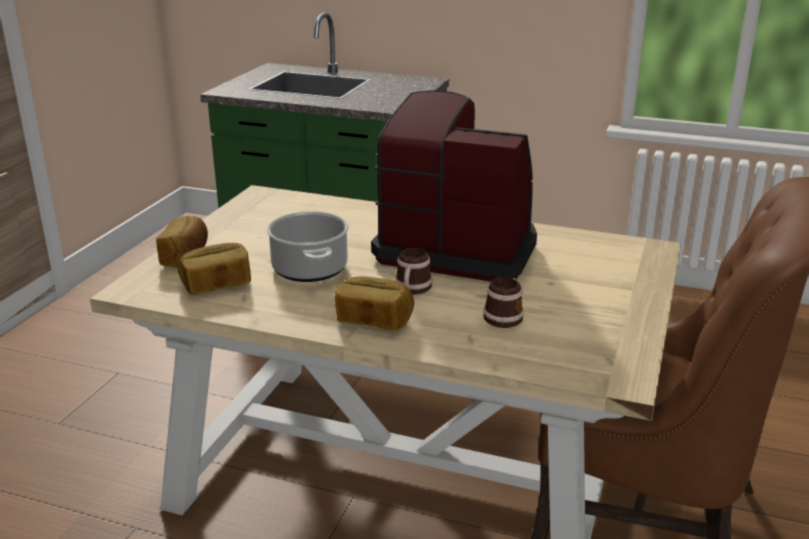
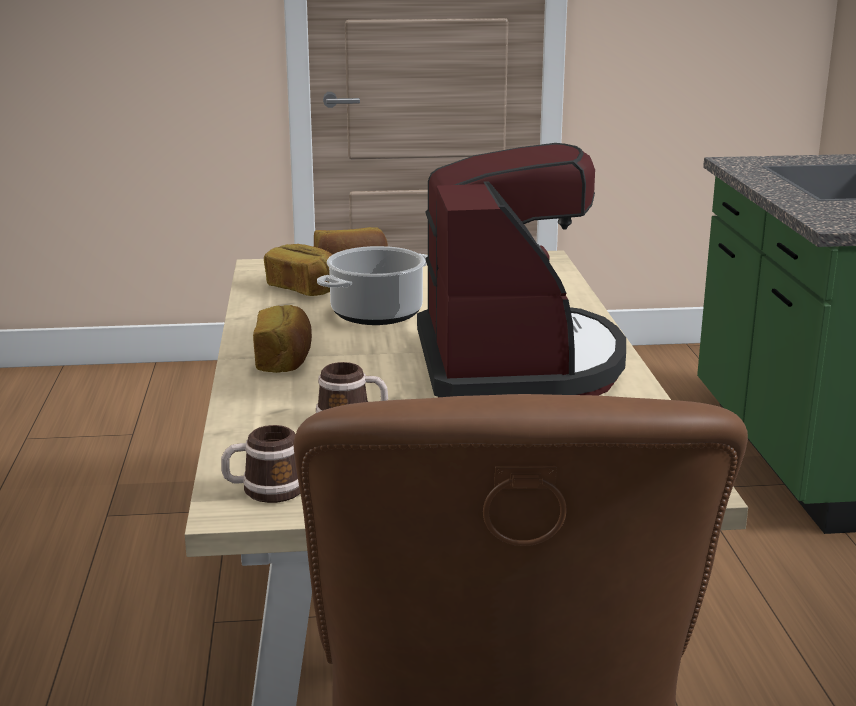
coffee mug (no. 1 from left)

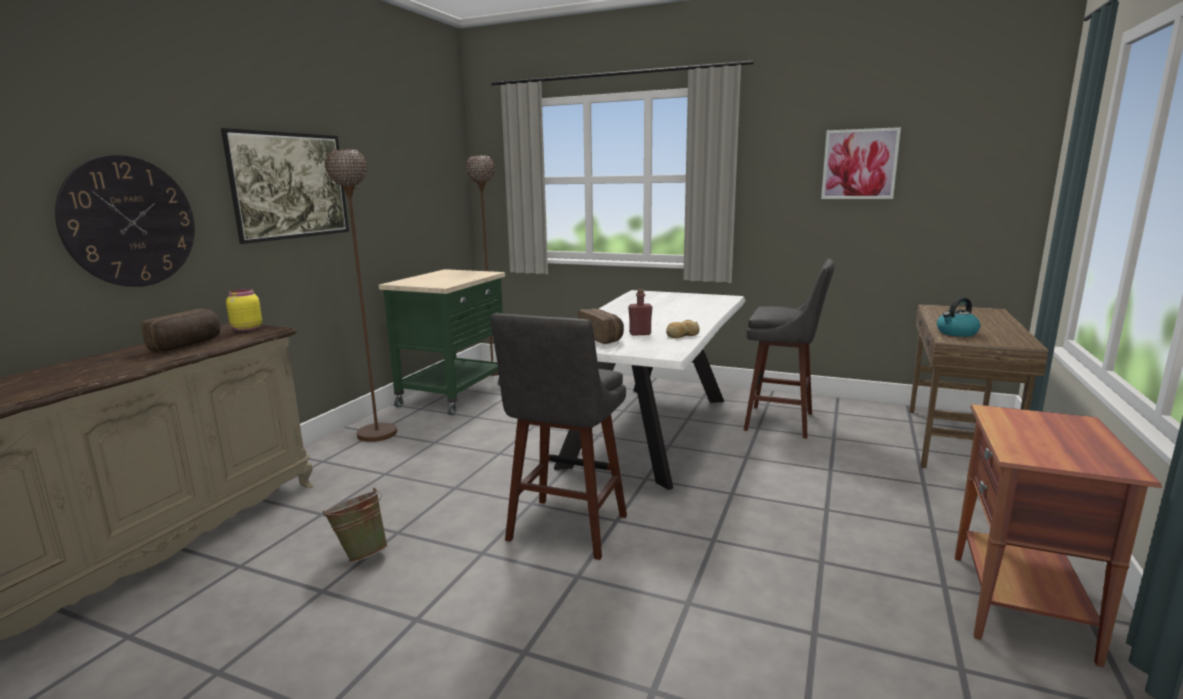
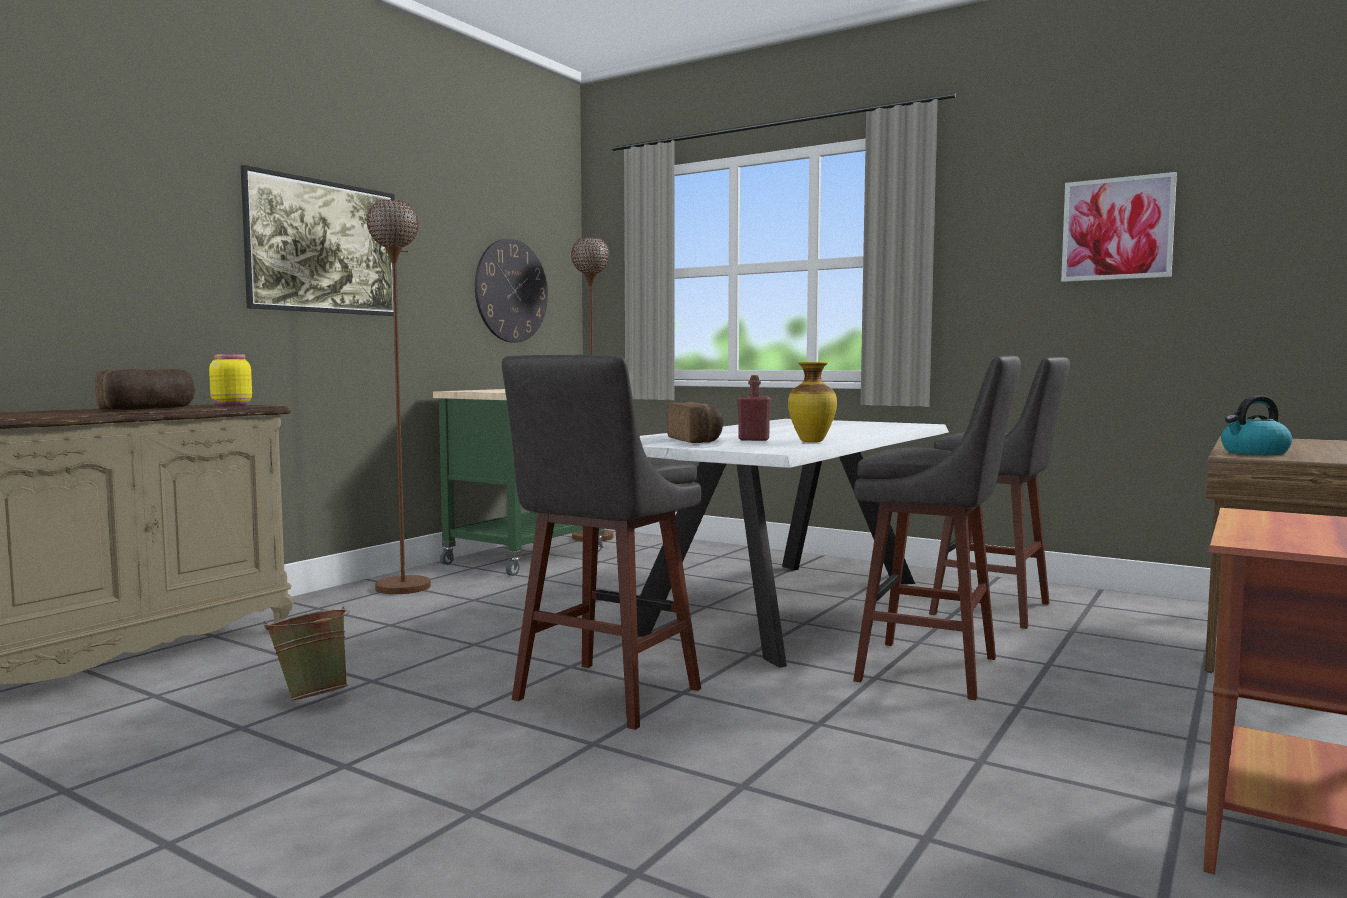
clock on the wall
flower vase
sitting stool/grey (no. 2 from left)

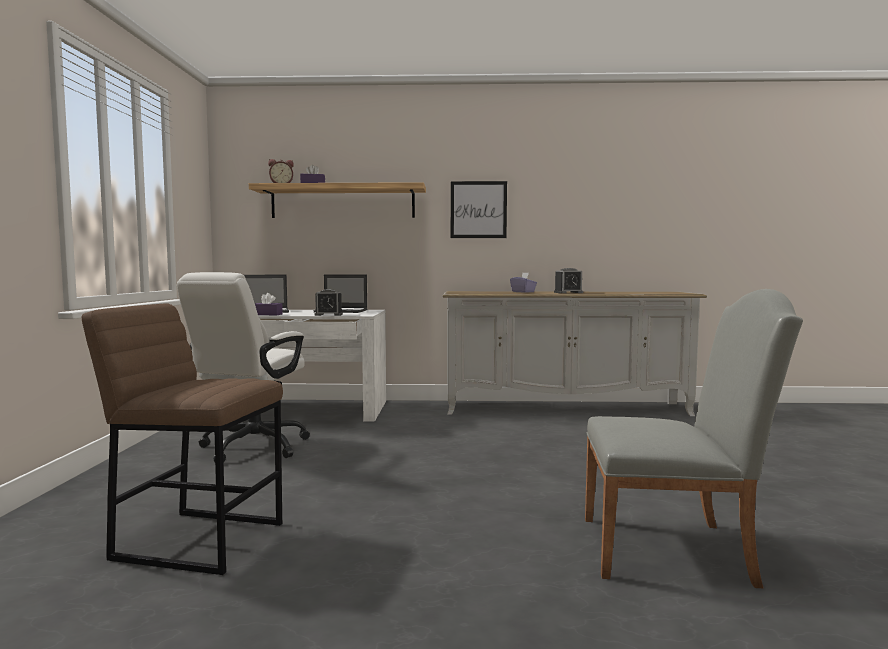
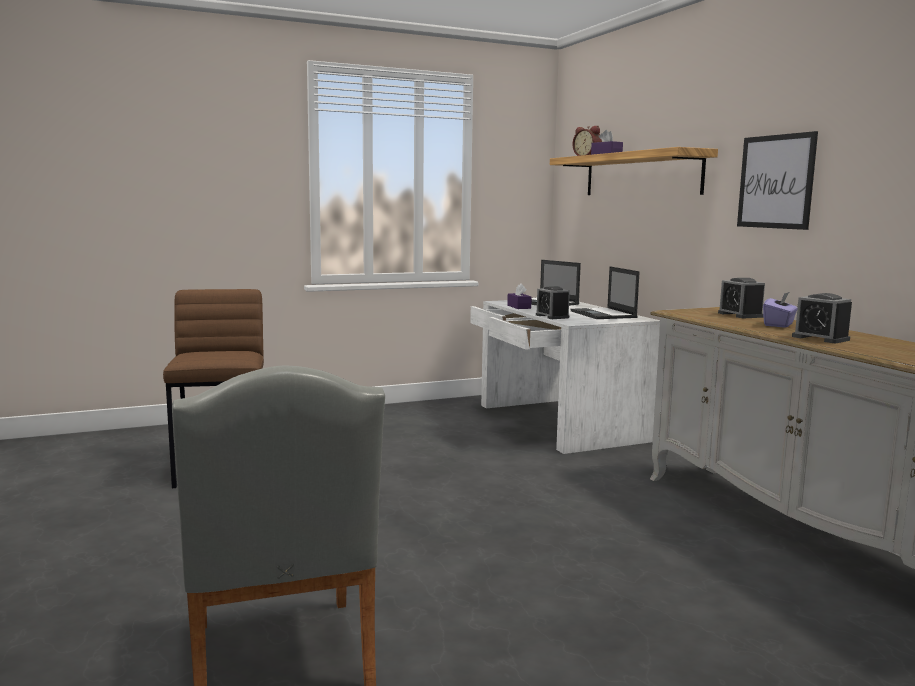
desk chair/white-coloured
bedside clock (no. 3 from left)

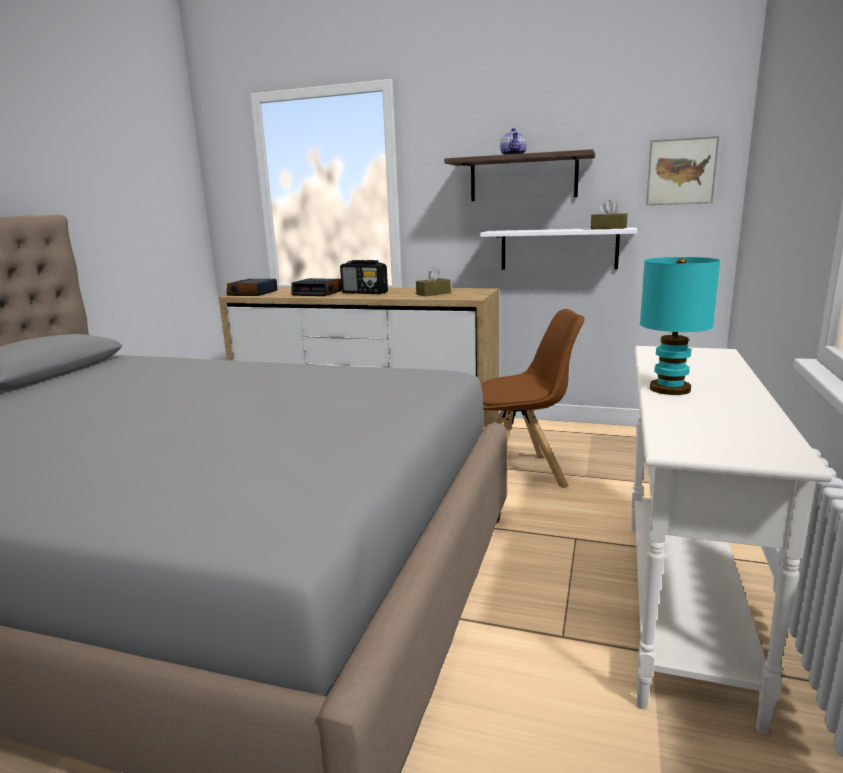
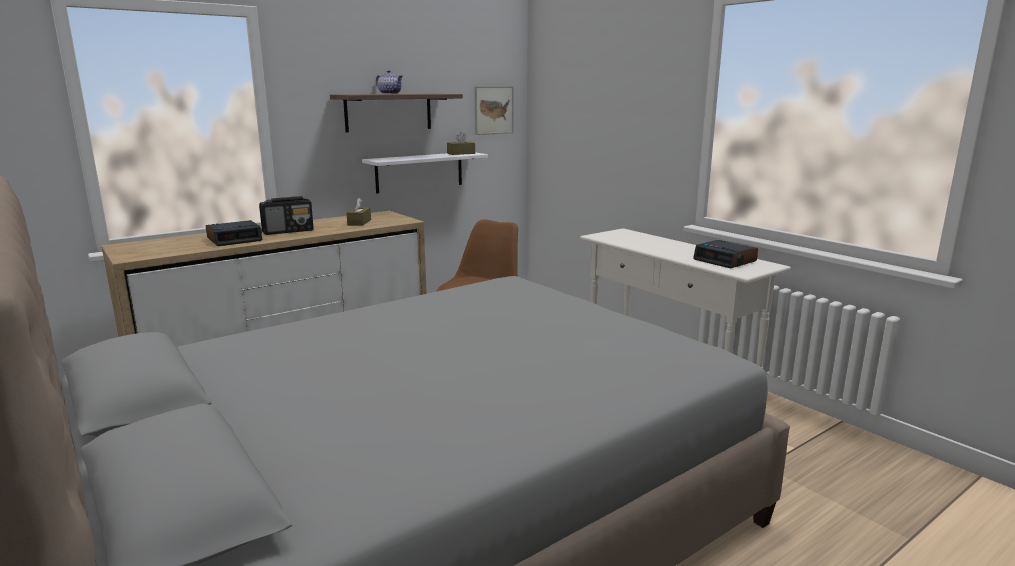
bedside clock (no. 2 from left)
tabletop lamp/turquoise-coloured

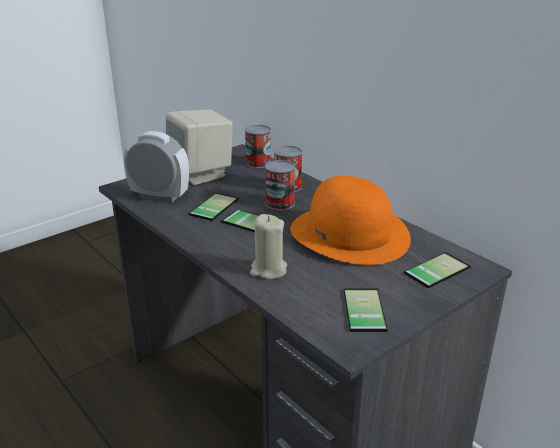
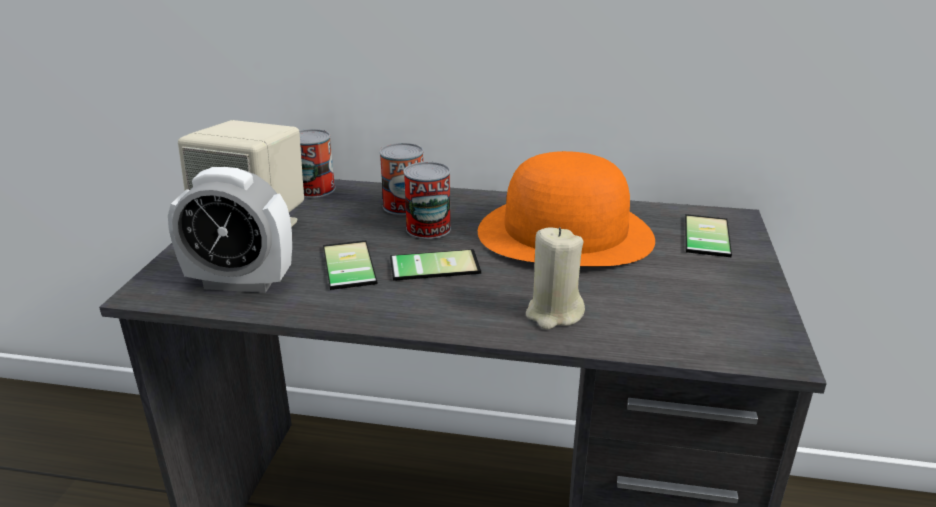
bedside clock
telephone (no. 3 from left in the first image)

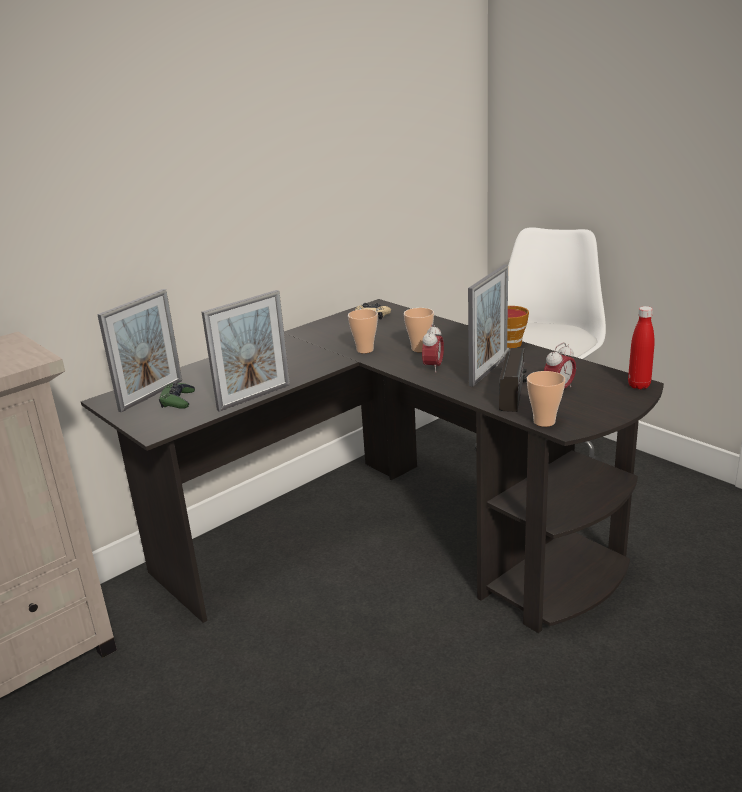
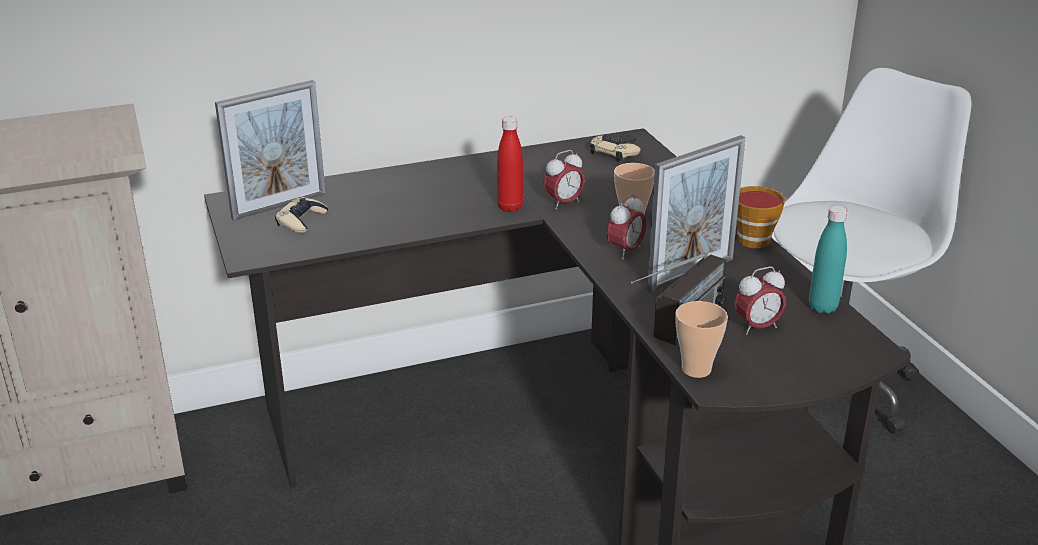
gamepad/beige-coloured (no. 1 from left)
picture frame (no. 2 from left in the first image)
bedside clock (no. 1 from left)
bottle/red-coloured
bottle/turquoise-coloured

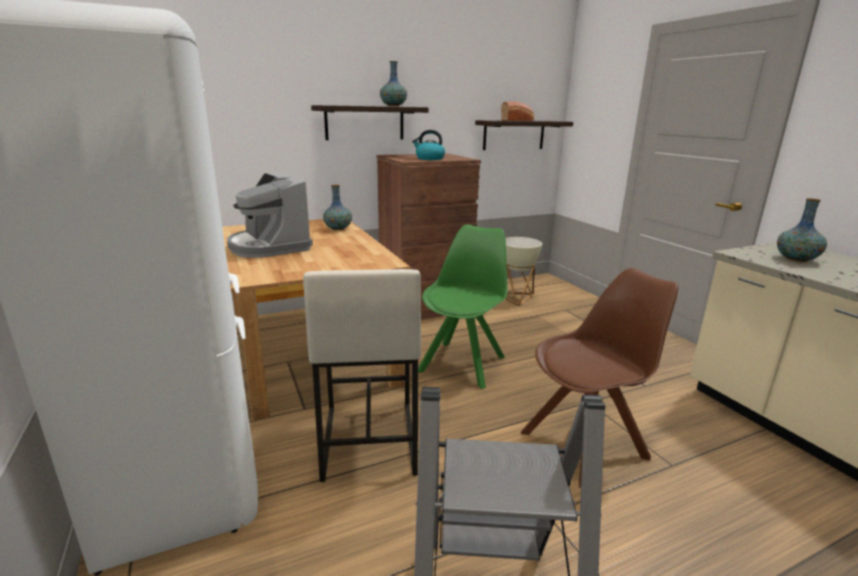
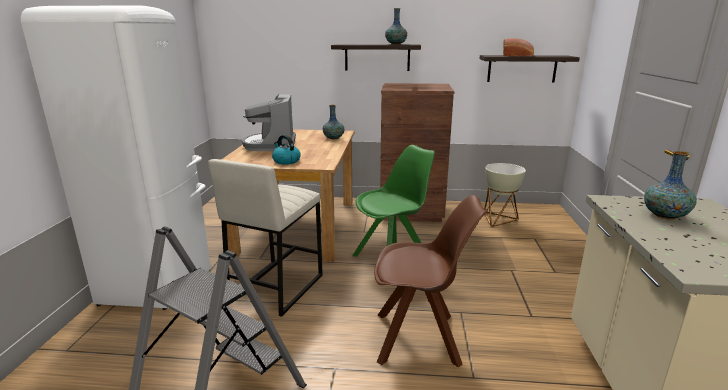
kettle

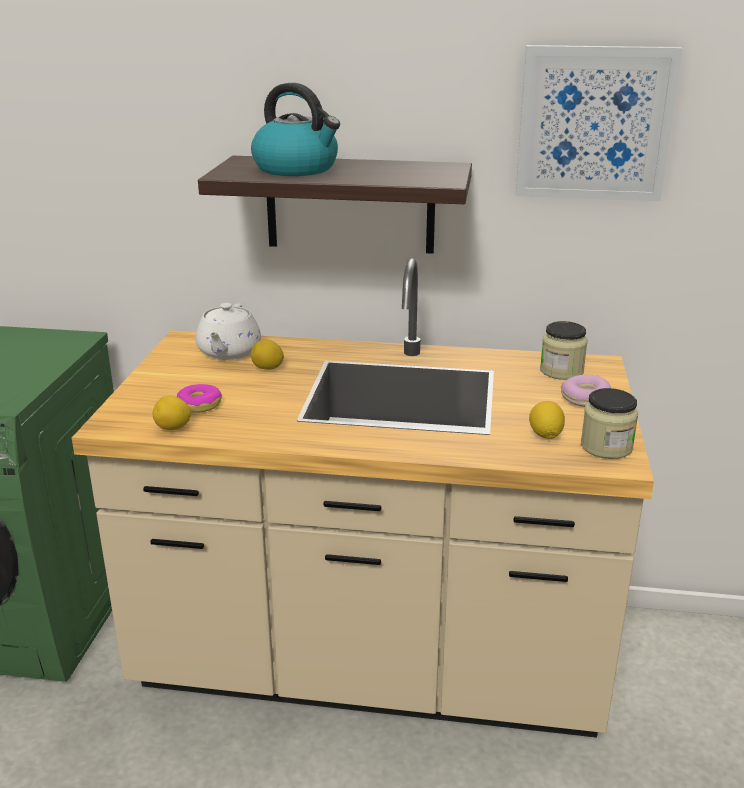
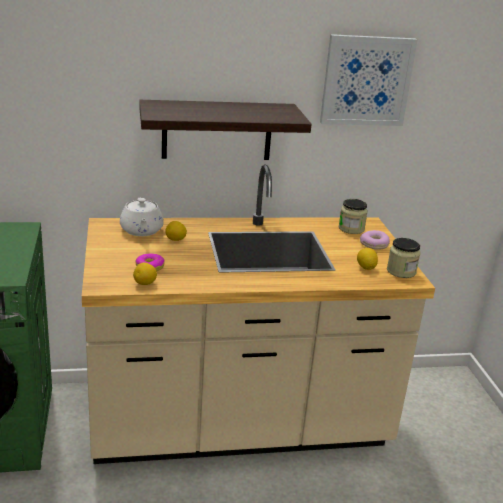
kettle

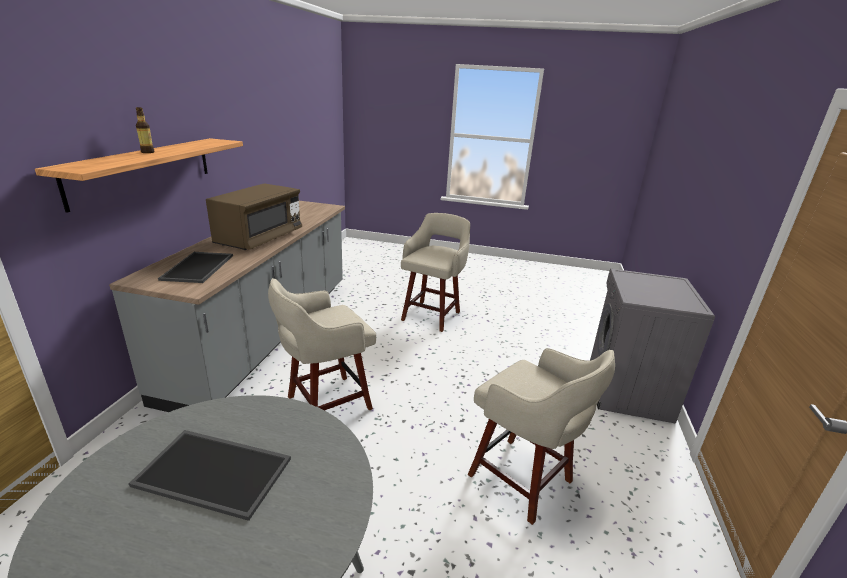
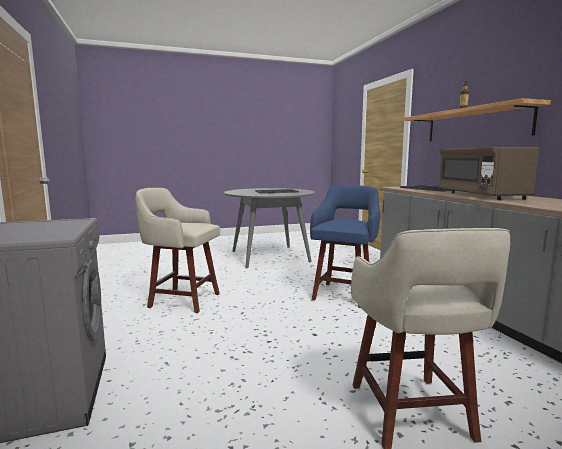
sitting stool/blue

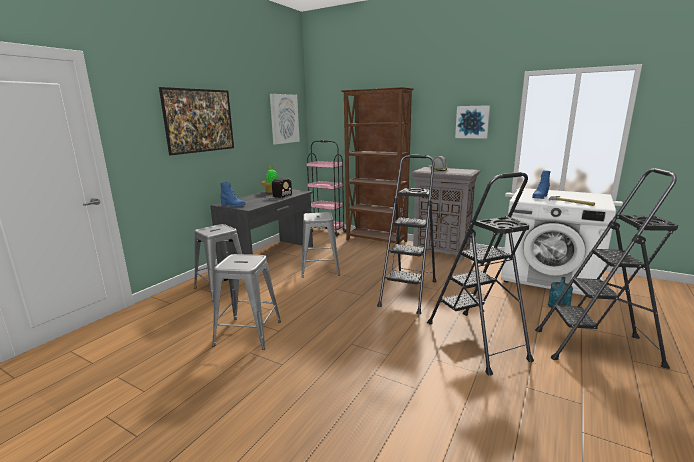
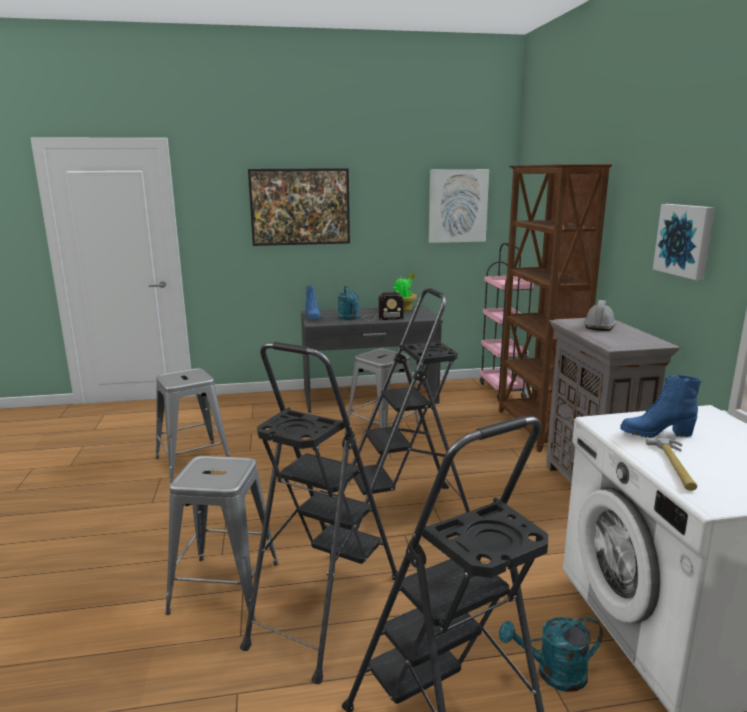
sitting stool/grey (no. 2 from left)
watering pot/turquoise-coloured (no. 1 from left)

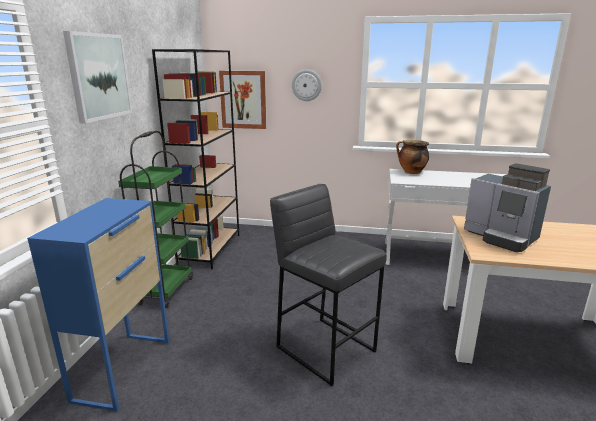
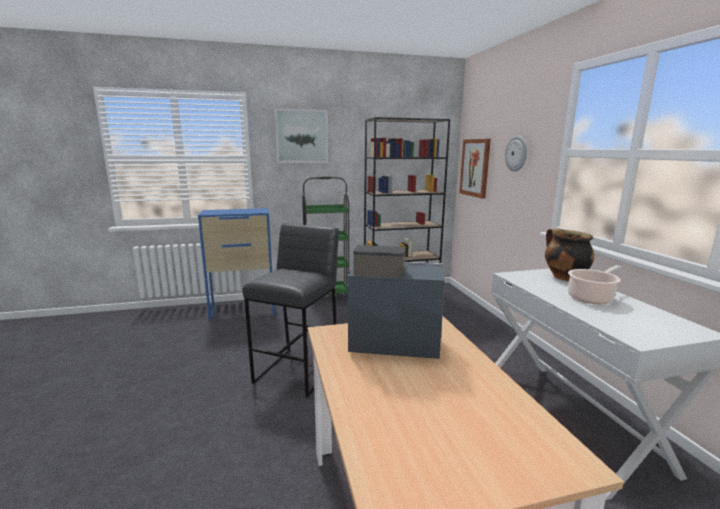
coffee machine
stockpot (no. 2 from left)

